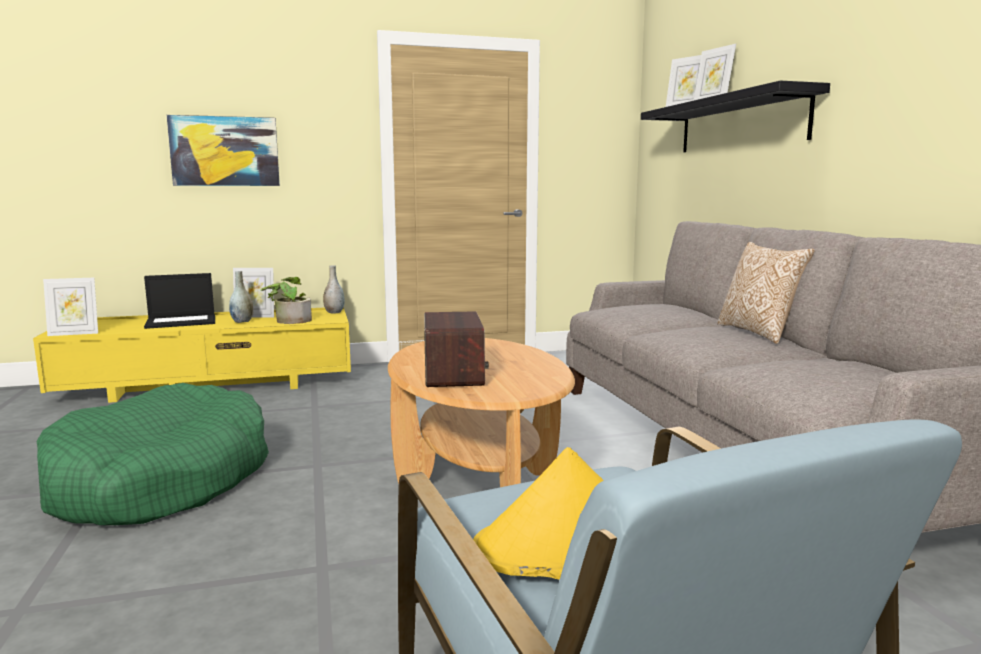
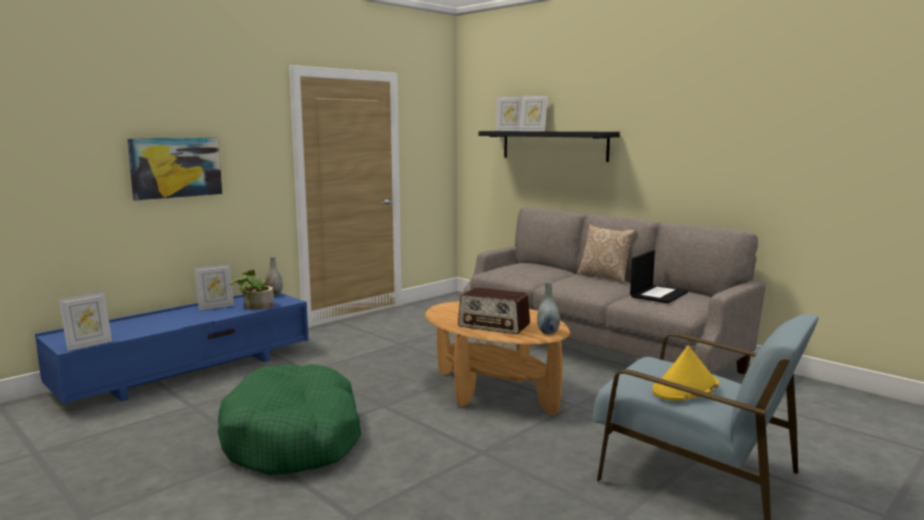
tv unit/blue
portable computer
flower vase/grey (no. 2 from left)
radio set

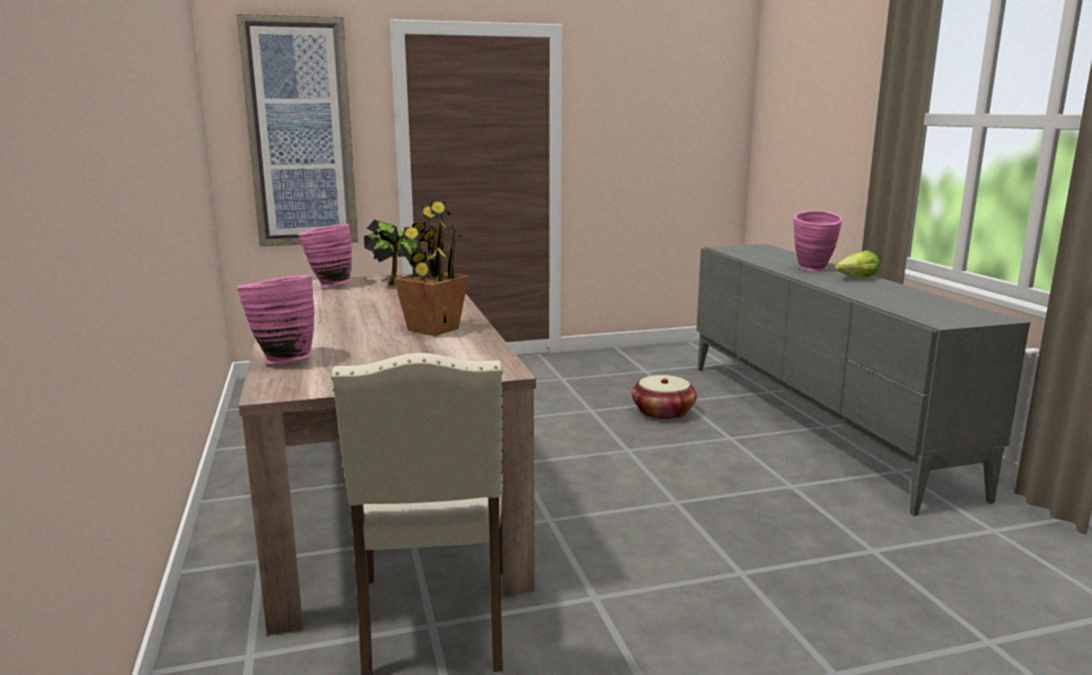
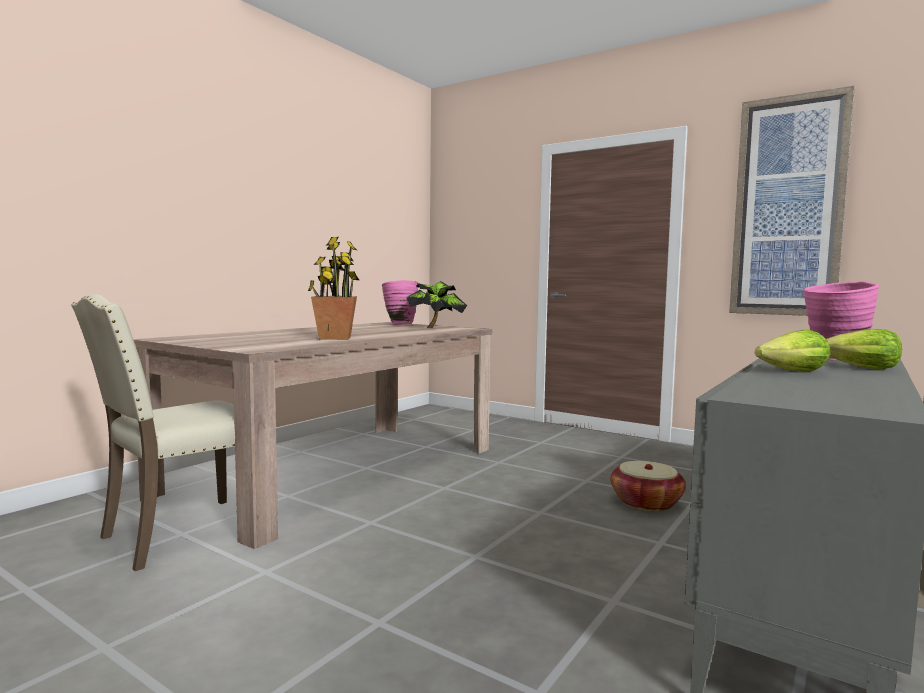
wall picture
flower vase/pinkish (no. 1 from left in the first image)
lettuce (no. 1 from left)

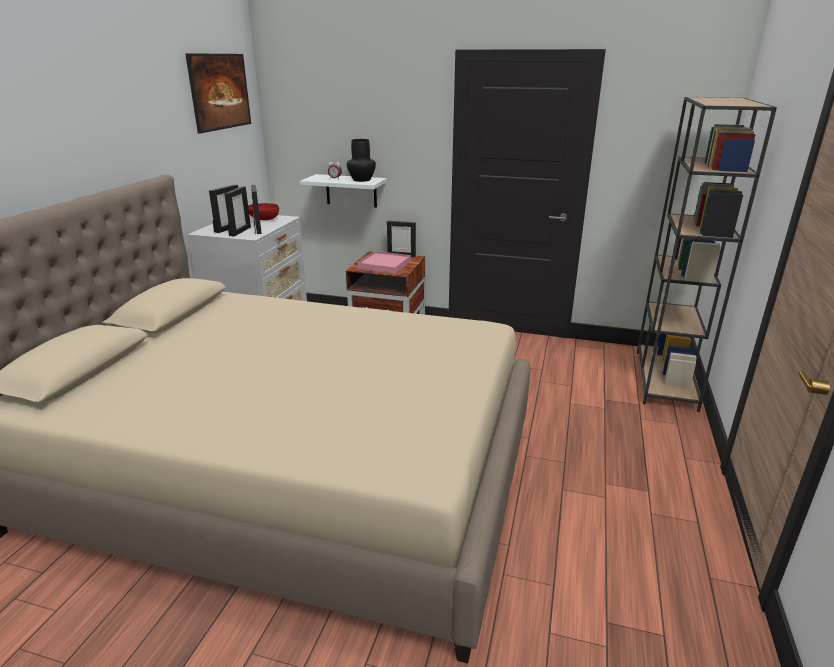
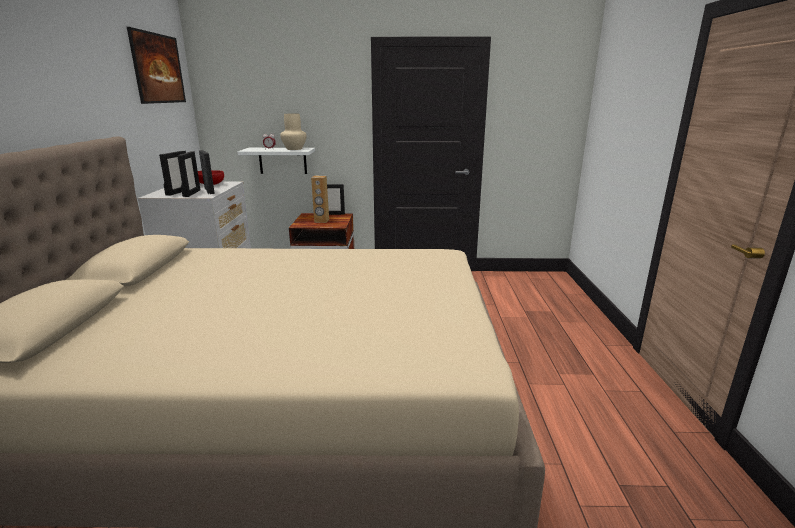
flower vase/beige-coloured
speaker/brownish
bookshelf

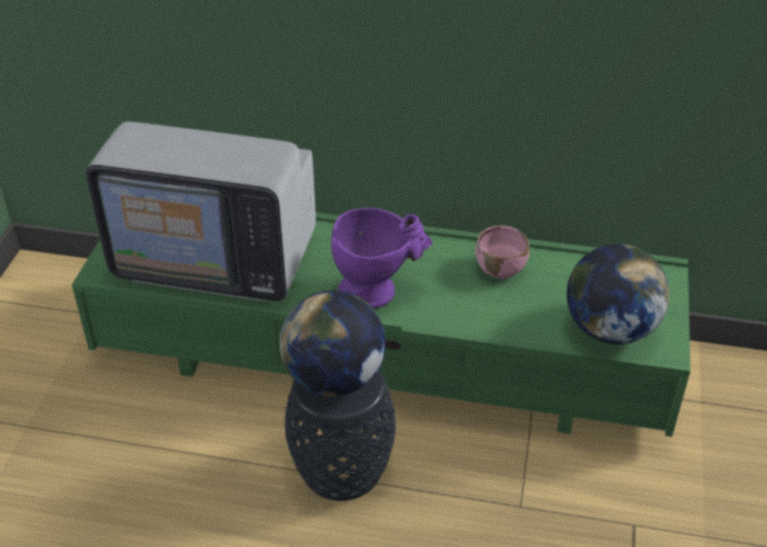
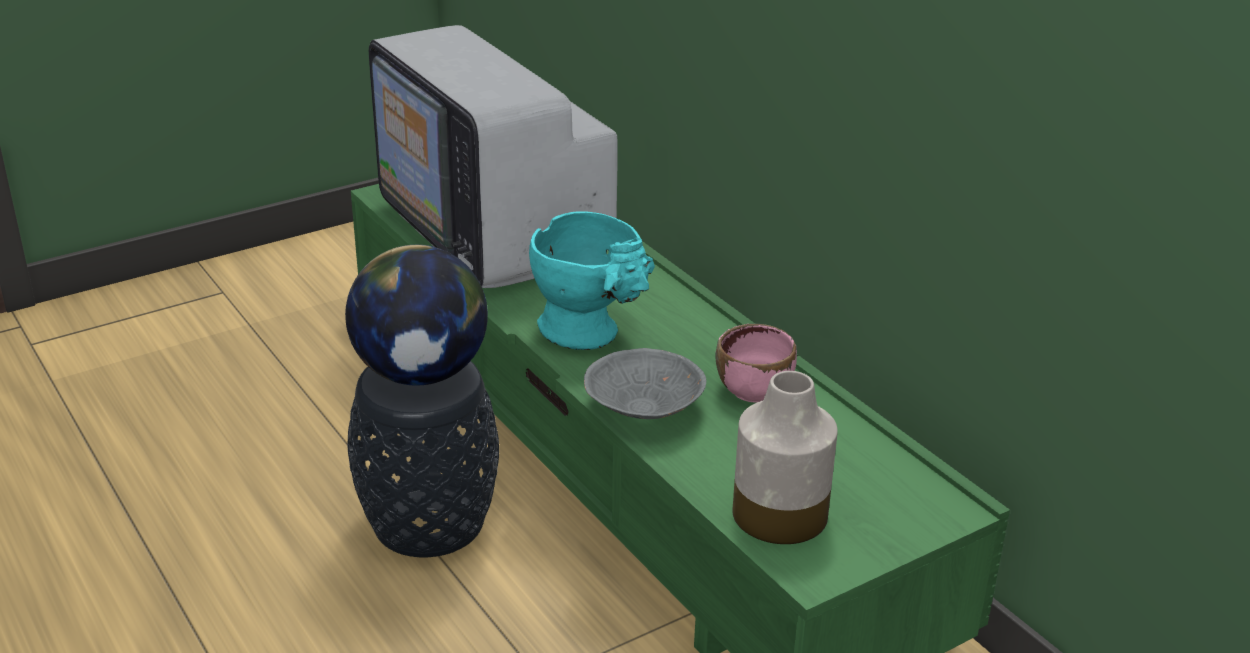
flower vase/turquoise-coloured
flower vase/beige-coloured
serving bowl/grey

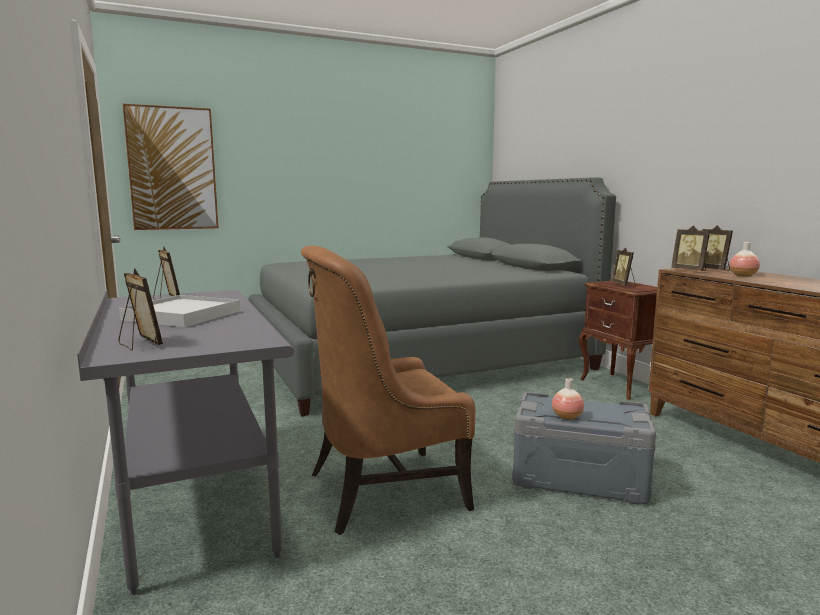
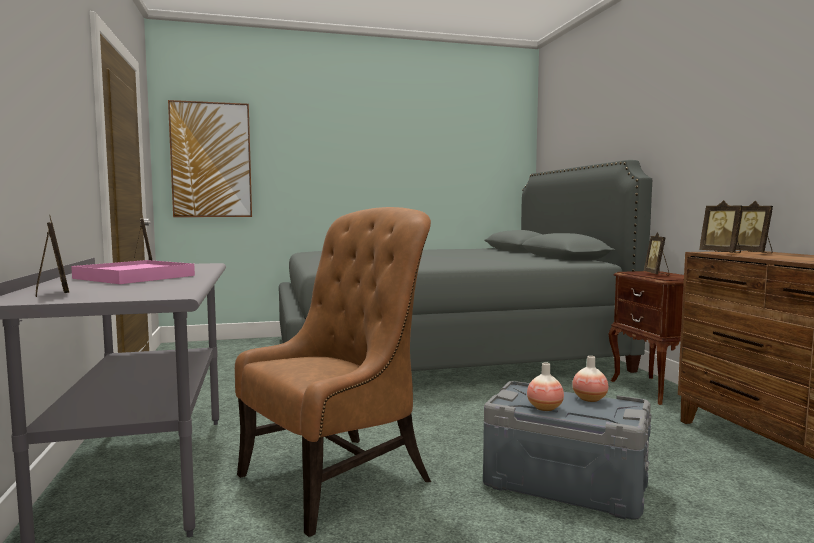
serving tray/pinkish
plain chair/brownish
flower vase (no. 2 from left)

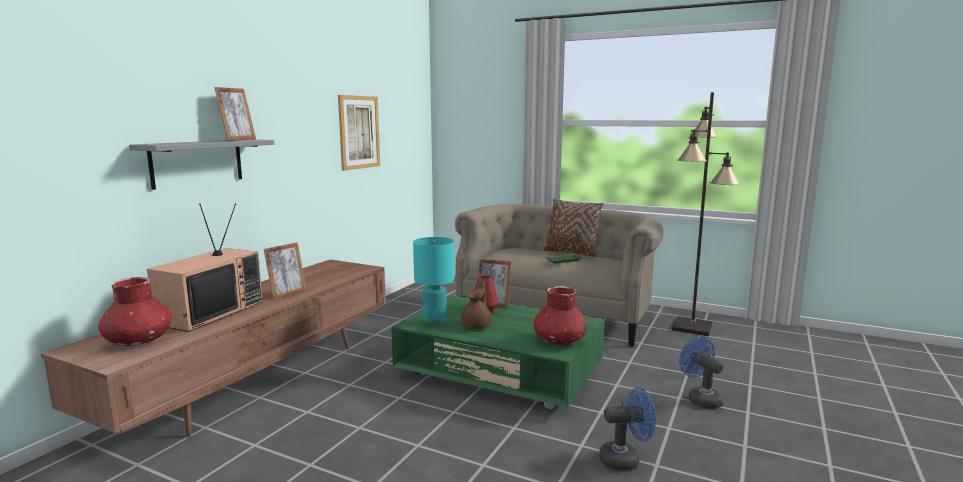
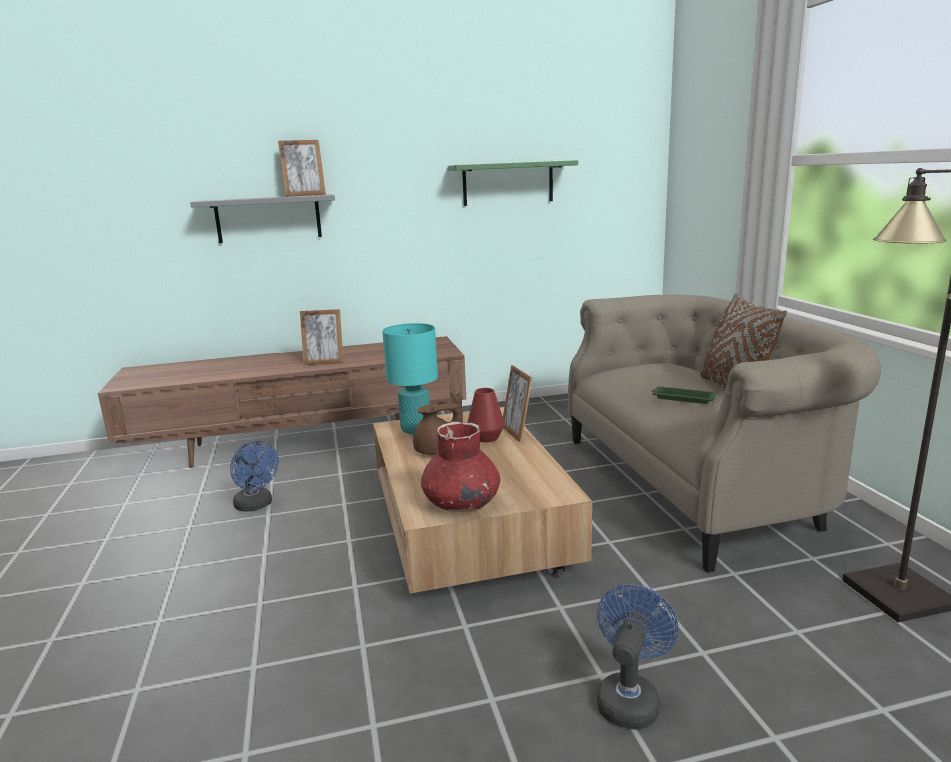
flower vase/red-coloured (no. 1 from left in the first image)
television
bracket shelf/greenish
low table/brownish
cooling fan/blue (no. 1 from left)

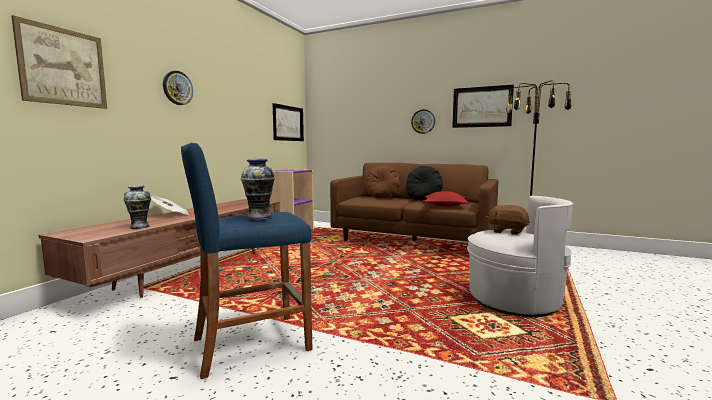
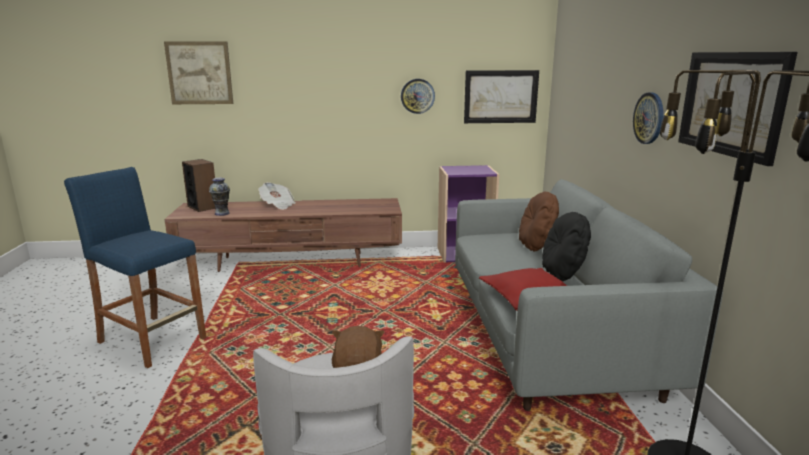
clock on the wall (no. 1 from left)
flower vase (no. 2 from left in the first image)
couch/grey
speaker

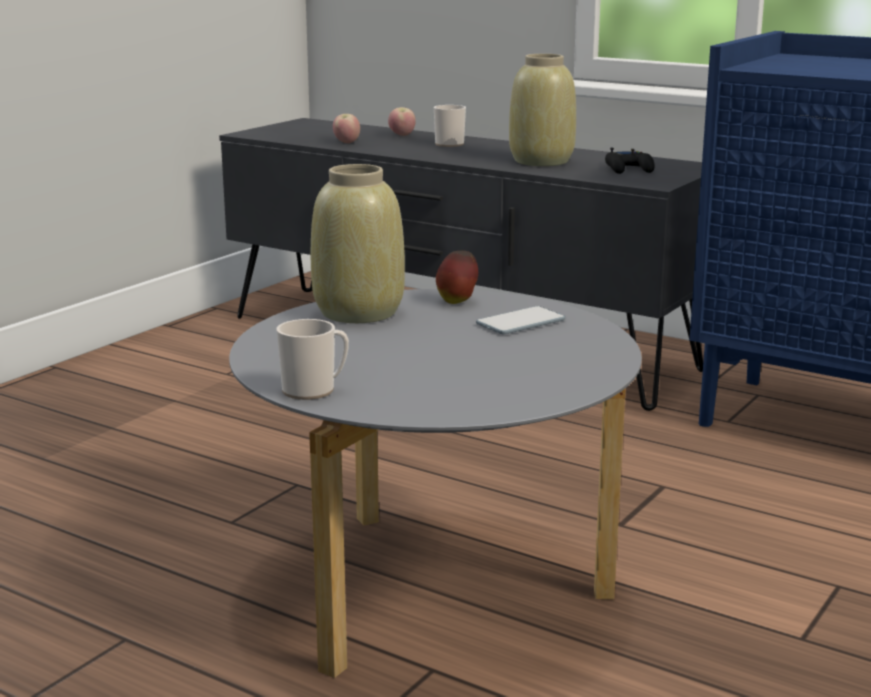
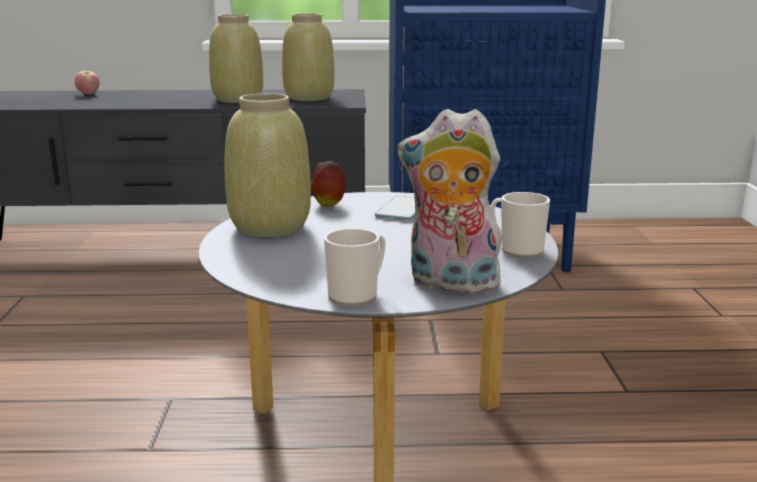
apple fruit (no. 1 from left in the first image)
coffee mug (no. 2 from left)
flower vase/beige-coloured (no. 3 from left)
plush toy

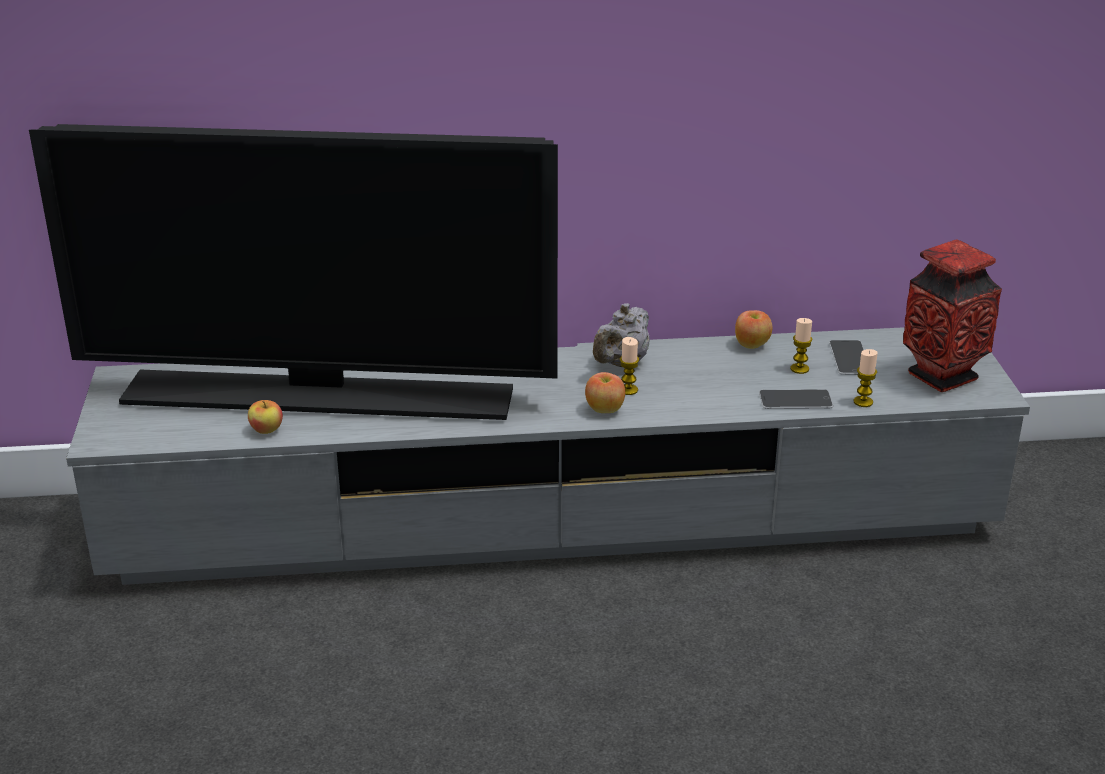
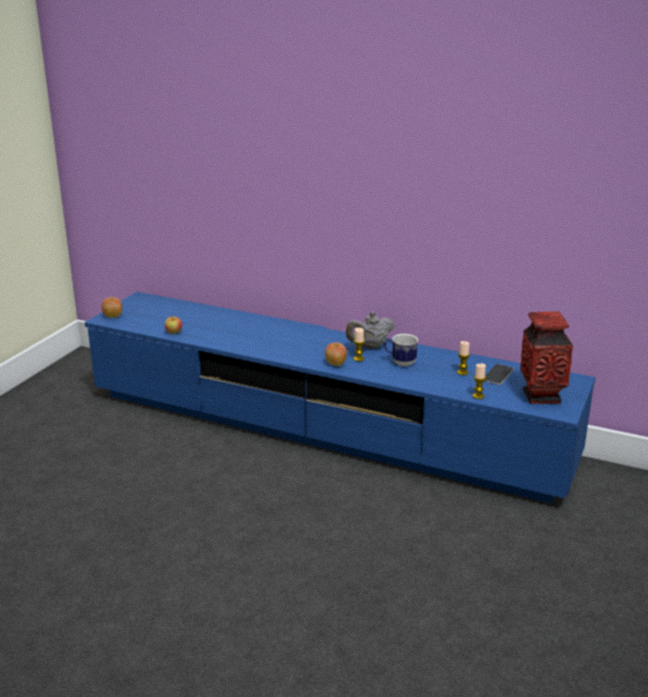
television
tv unit/blue
apple fruit (no. 1 from left)
telephone (no. 1 from left in the first image)
coffee mug

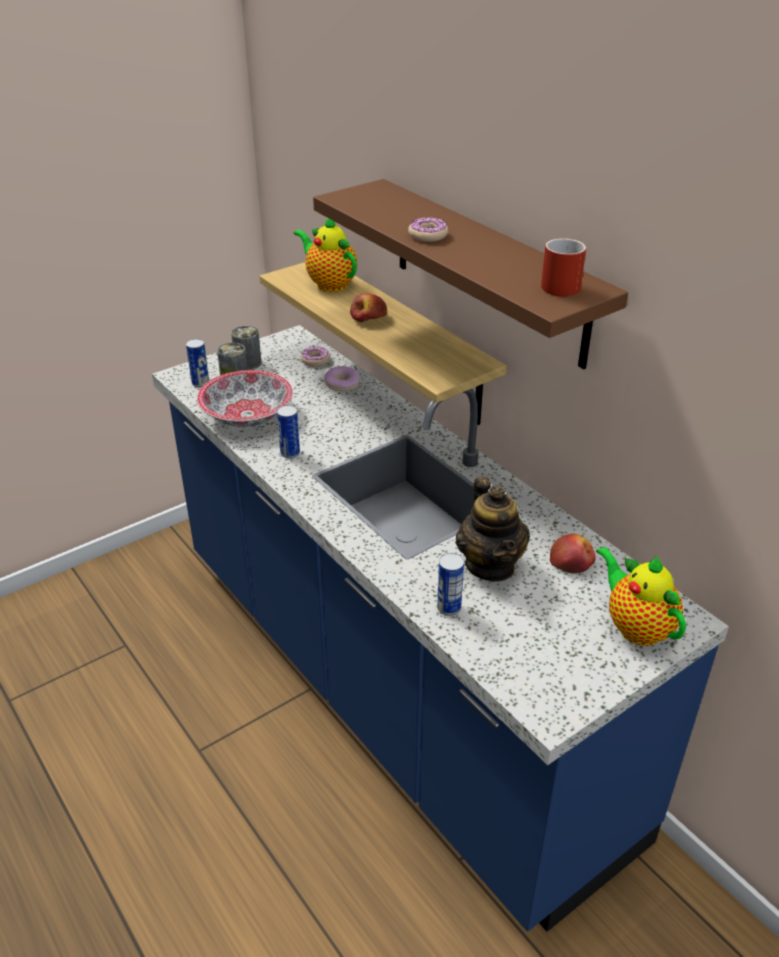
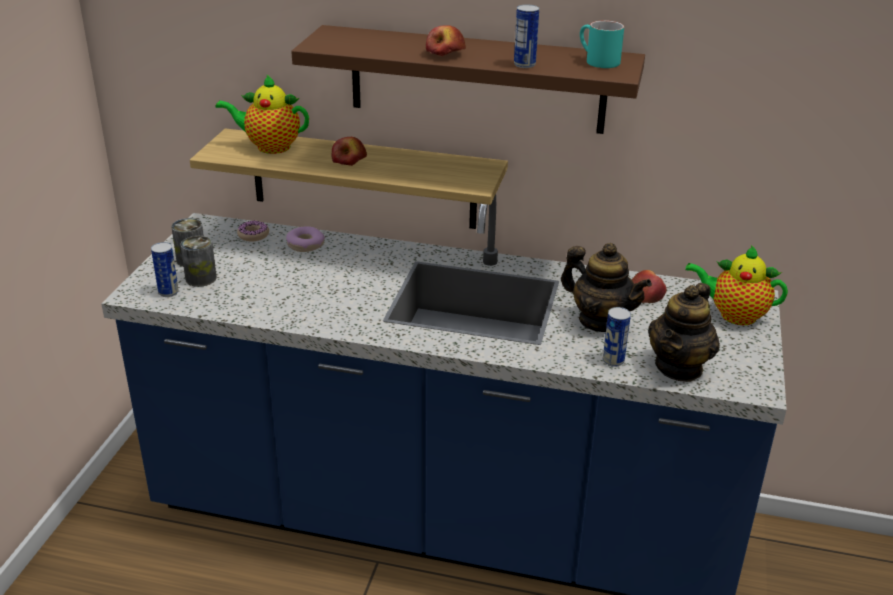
serving bowl
metal can (no. 4 from left)
apple fruit (no. 2 from left)
coffee mug/turquoise-coloured
teapot (no. 3 from left)

